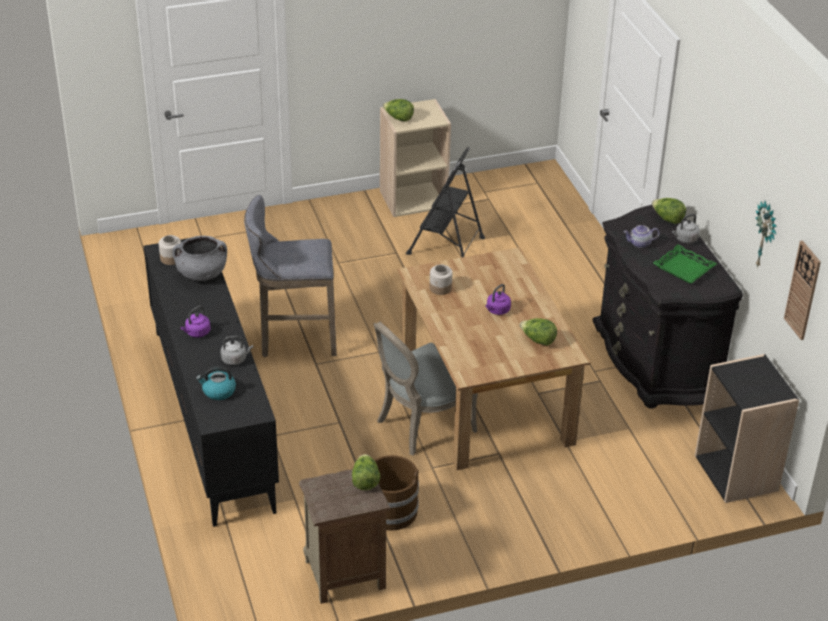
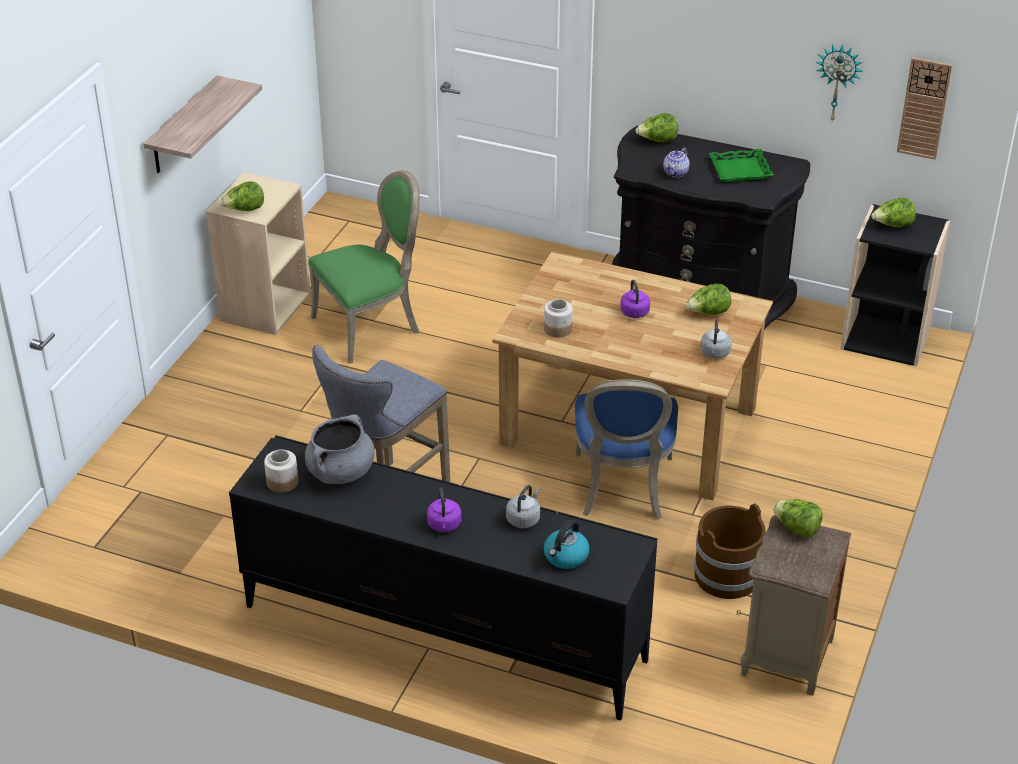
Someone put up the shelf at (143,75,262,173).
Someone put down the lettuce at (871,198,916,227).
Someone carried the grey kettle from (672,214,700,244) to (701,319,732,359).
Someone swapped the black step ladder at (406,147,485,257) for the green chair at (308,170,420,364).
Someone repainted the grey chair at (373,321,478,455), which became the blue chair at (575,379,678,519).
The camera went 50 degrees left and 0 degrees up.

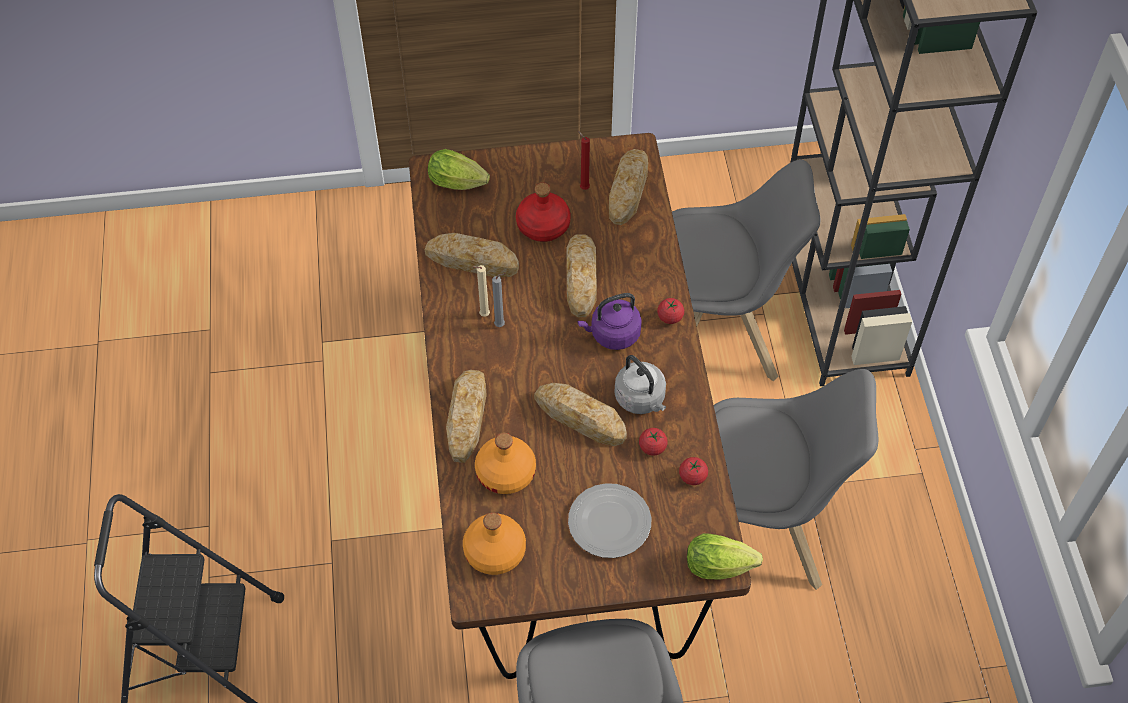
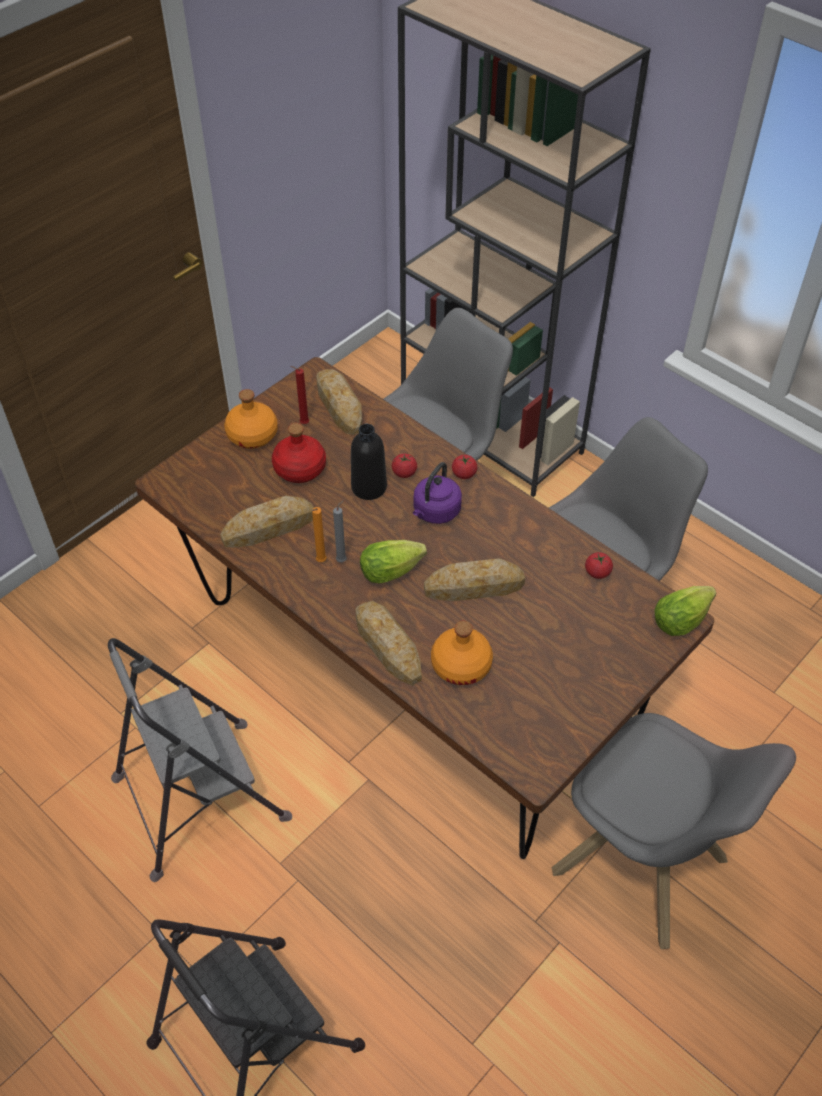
Someone took away the plate at (568,483,651,558).
Someone took away the grey kettle at (614,355,666,414).
Someone put down the grey step ladder at (108,638,292,882).
Someone carried the lettuce from (428,149,490,190) to (360,540,427,584).
Someone carried the orange bottle from (463,513,526,575) to (224,389,278,449).
Someone carried the tomato from (639,428,668,455) to (392,453,417,478).
Someone swapped the bread at (567,234,597,317) for the black bottle at (351,424,387,500).
Someone repainted the beige candle at (473,265,490,317), which became the orange candle at (312,507,327,562).
The camera went 40 degrees left and 5 degrees down.

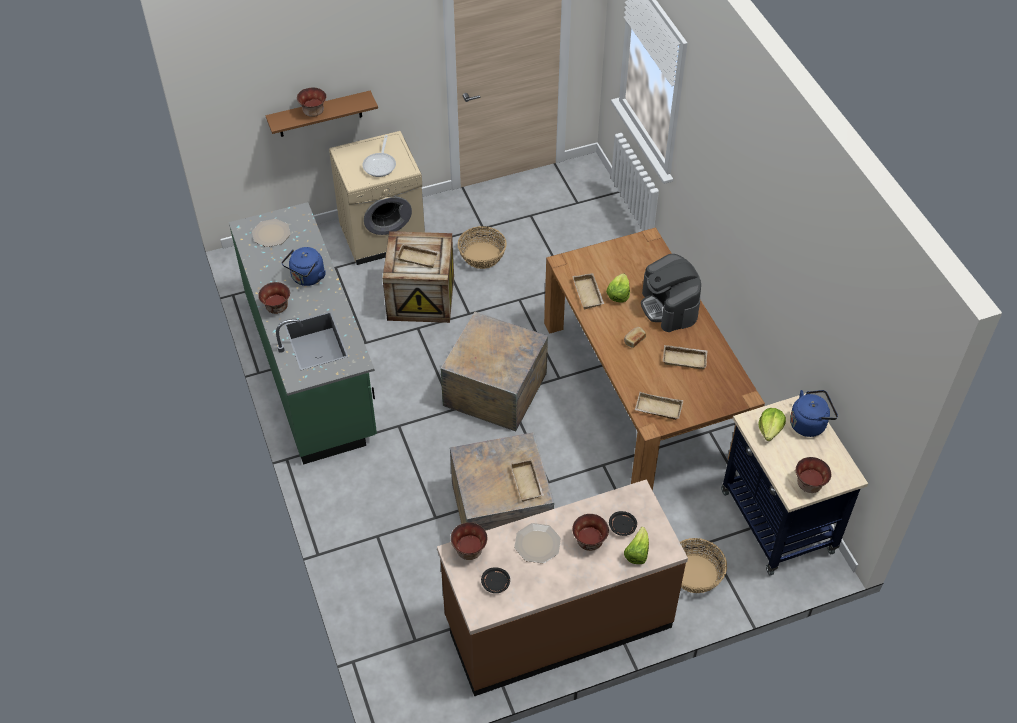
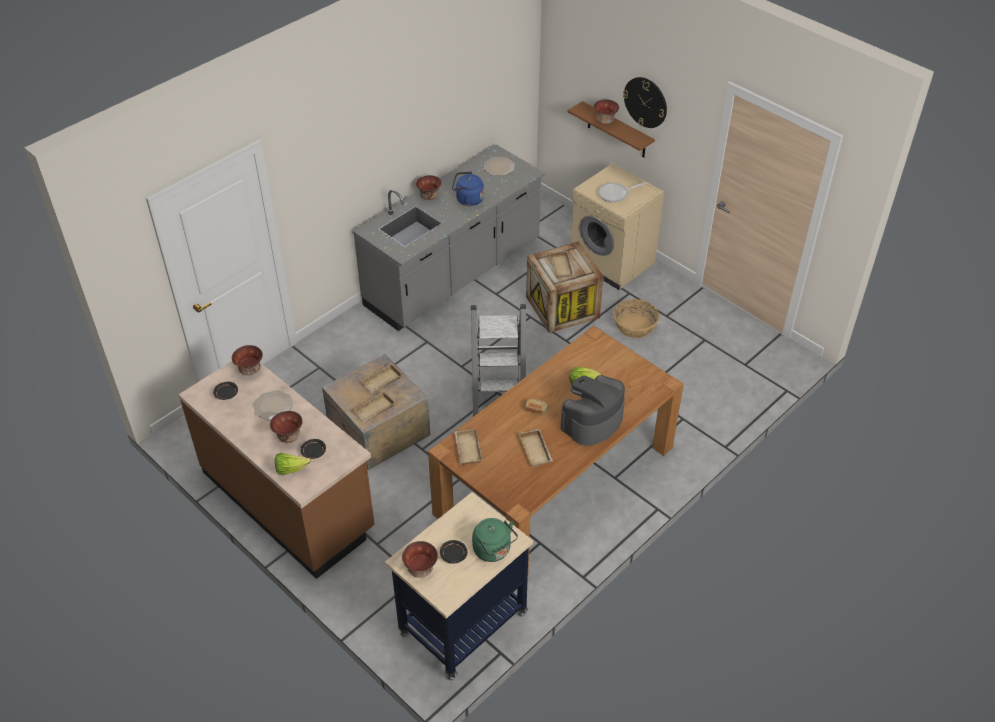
Someone took away the basket at (680,538,727,593).
Someone took away the lettuce at (758,408,786,441).
Someone put down the black plate at (440,540,468,564).
Someone put up the wall clock at (623,77,667,128).
Someone carried the beige tray from (572,273,604,309) to (360,363,403,393).
Someone swapped the crate at (440,311,548,431) for the grey step ladder at (471,304,526,417).
Someone repainted the green counter at (229,202,377,465), which became the grey counter at (352,145,545,331).
Someone repainted the blue kettle at (790,390,838,437), which became the green kettle at (472,518,518,562).
The camera went 65 degrees right and 5 degrees down.

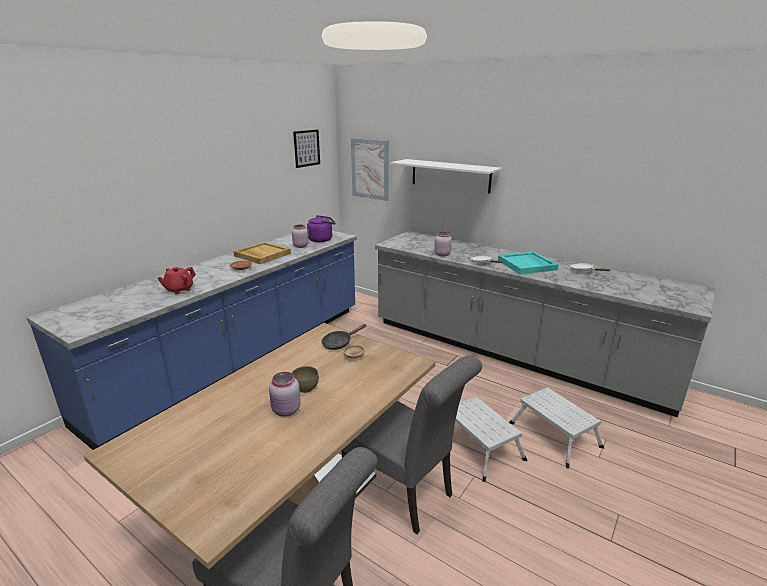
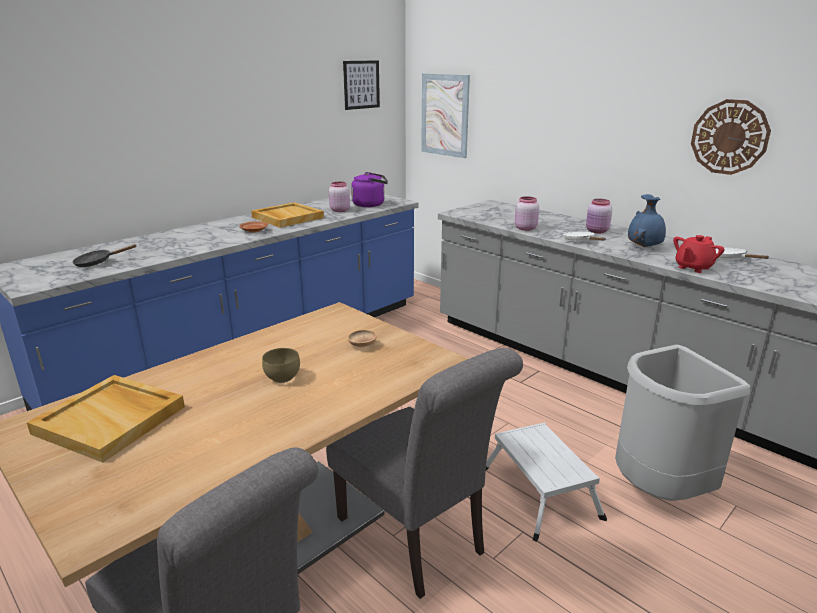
Someone took away the white shelf at (390,159,502,193).
Someone put down the beige tray at (27,375,185,463).
Someone put up the wall clock at (691,99,771,175).
Someone carried the red teapot from (157,267,196,294) to (673,235,725,273).
Someone carried the pink jar from (269,372,301,417) to (586,199,612,233).
Someone carried the black frying pan from (321,324,366,350) to (72,244,136,267).
Someone swapped the turquoise tray at (498,252,559,275) for the blue vase at (628,194,666,247).
Someone swapped the white step ladder at (509,387,604,469) for the grey trash can at (615,345,750,501).
The camera went 10 degrees right and 0 degrees up.

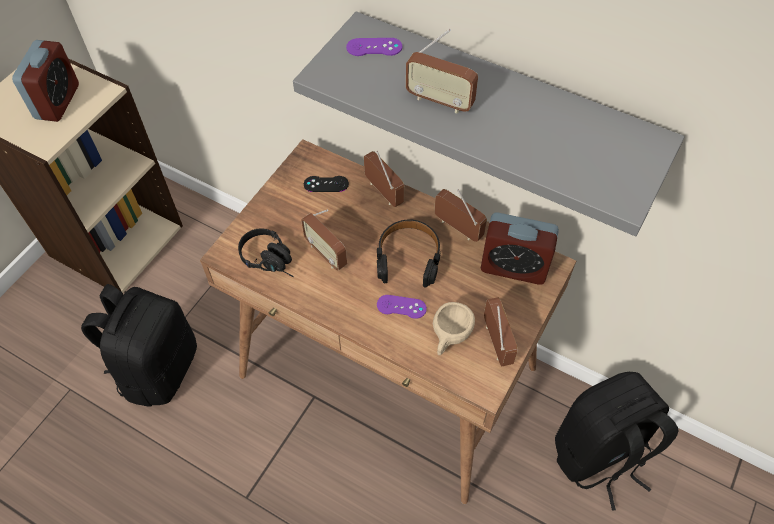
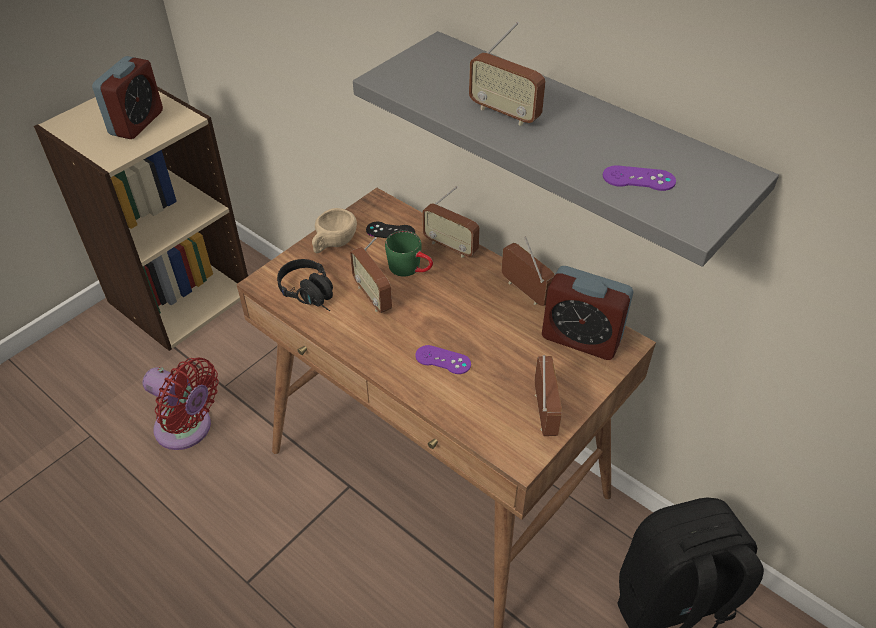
Someone took away the black headphones at (377,219,441,288).
Someone put down the green mug at (385,231,433,277).
Someone carried the purple game controller from (346,38,402,56) to (603,165,676,191).
Someone carried the beige cup from (433,302,475,355) to (312,208,357,253).
Someone swapped the black backpack at (81,284,197,407) for the red fan at (142,358,219,450).
Someone rotated the radio at (364,151,405,207) by 150 degrees clockwise.
The camera went 10 degrees right and 10 degrees down.

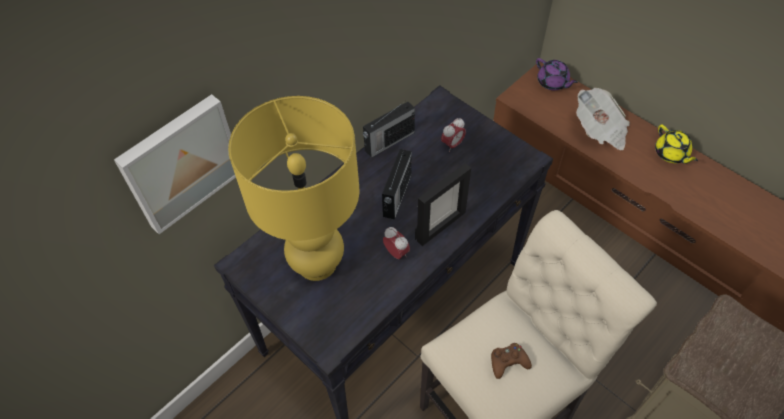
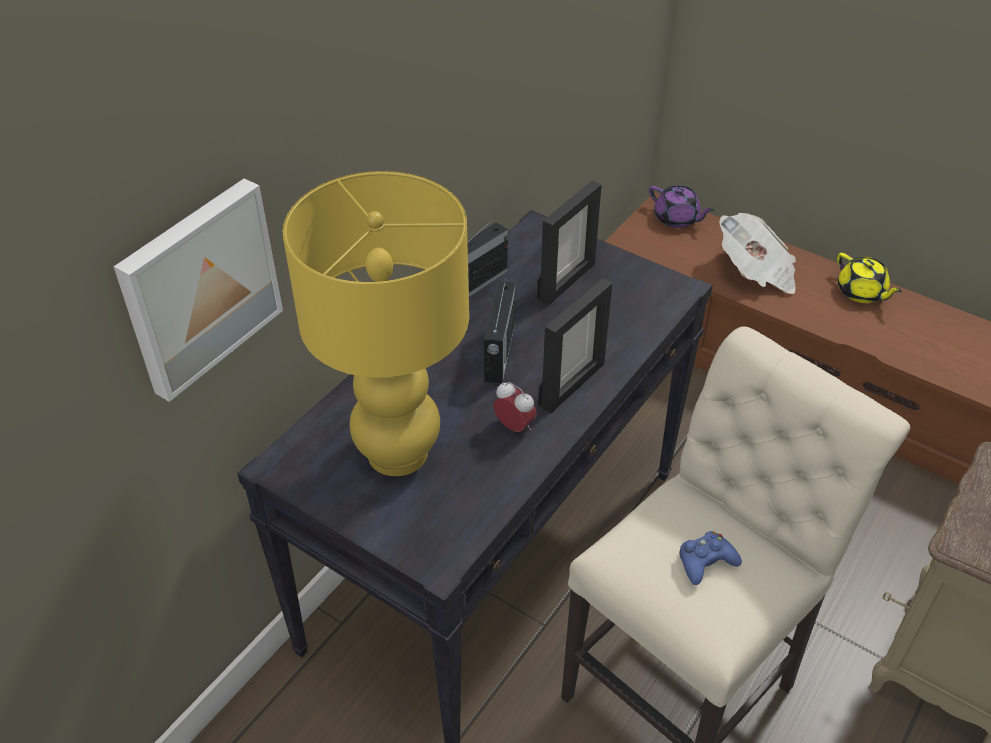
Someone swapped the alarm clock at (441,118,466,152) for the picture frame at (537,180,602,306).
Someone repainted the brown game controller at (491,343,532,379), which became the blue game controller at (679,531,742,585).
The camera went 10 degrees left and 10 degrees down.

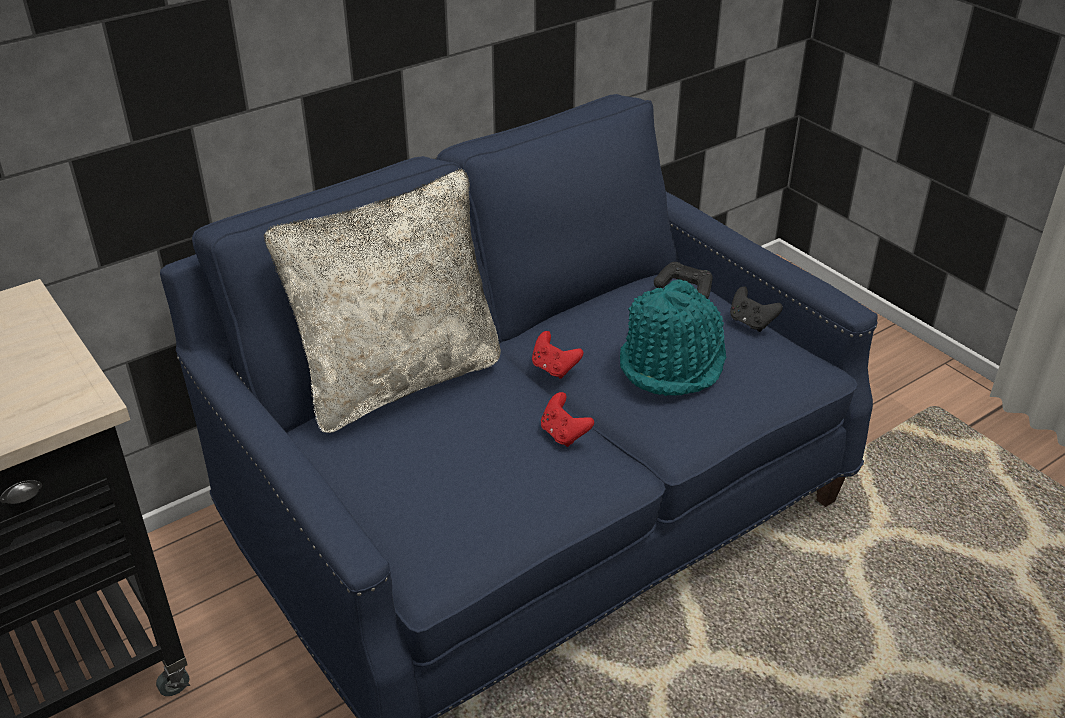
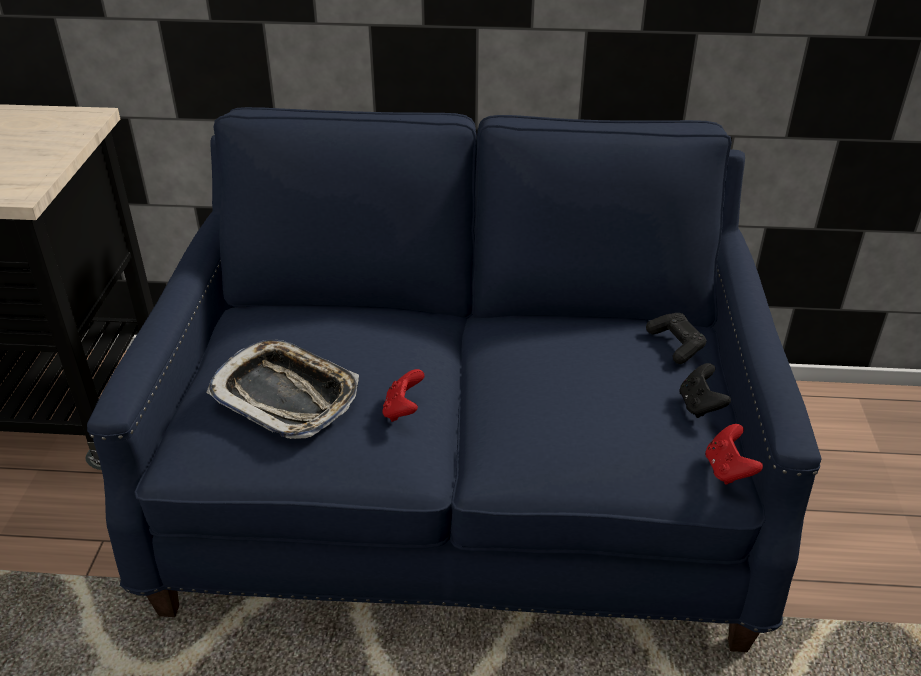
Someone took away the beige pillow at (264,168,501,433).
Someone took away the turquoise hat at (620,279,726,396).
Someone put down the tray at (207,340,359,439).
Someone carried the red game controller from (532,331,583,379) to (705,424,763,484).
The camera went 40 degrees right and 0 degrees up.

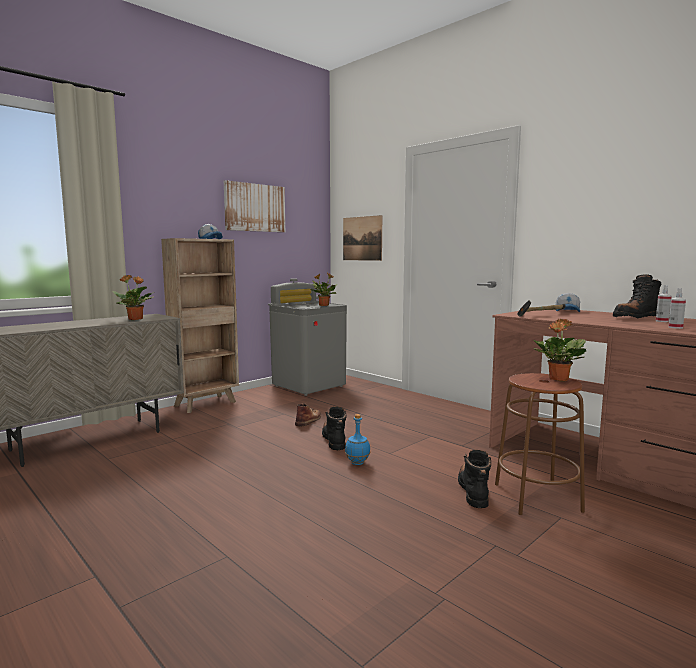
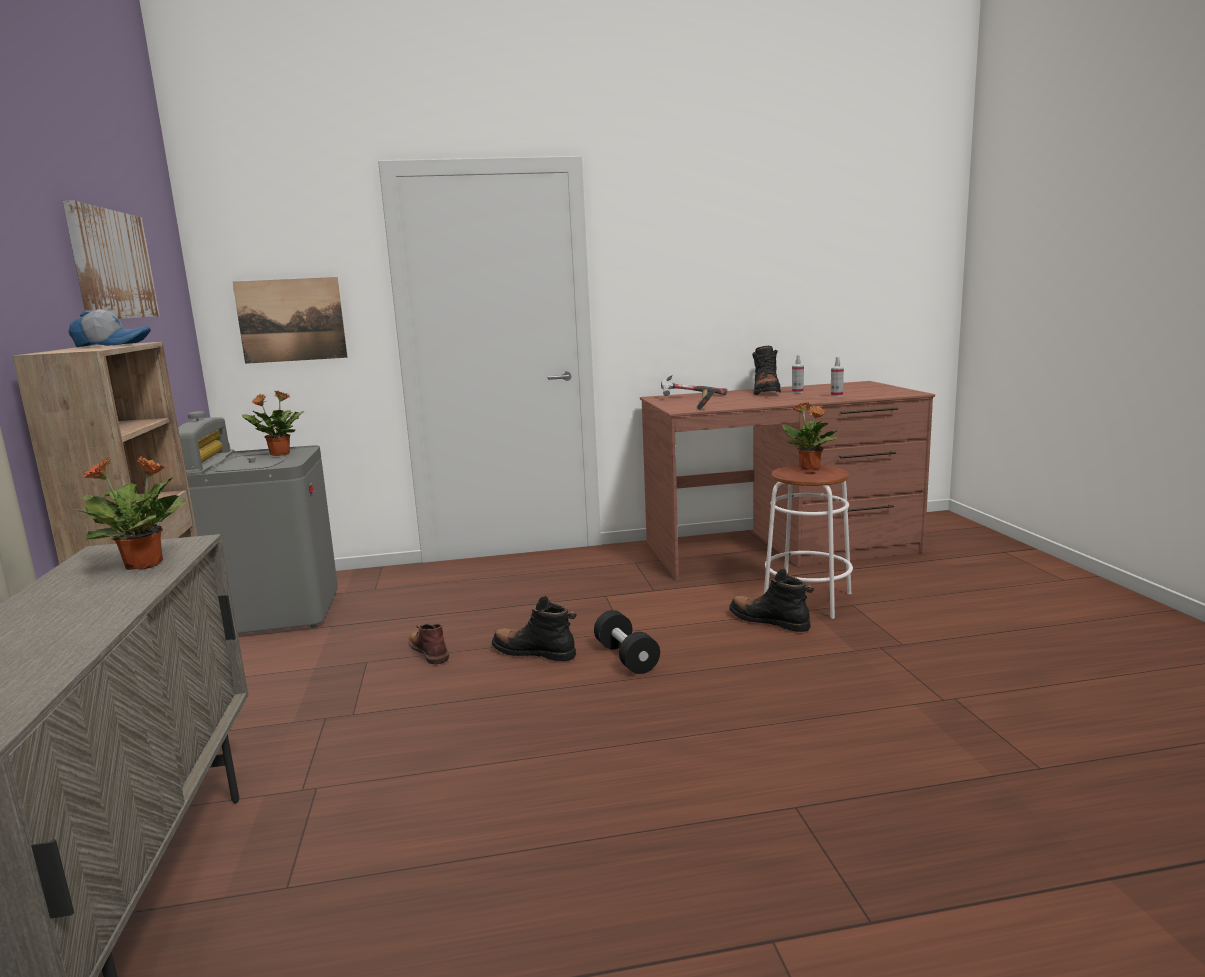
Someone swapped the blue bottle at (345,414,370,465) for the black dumbbell at (594,610,660,674).
Someone swapped the cap at (556,293,580,312) for the hammer at (661,375,727,396).
Someone repainted the brown stool at (495,373,585,515), which became the white stool at (764,465,853,619).
The camera went 55 degrees left and 5 degrees up.

